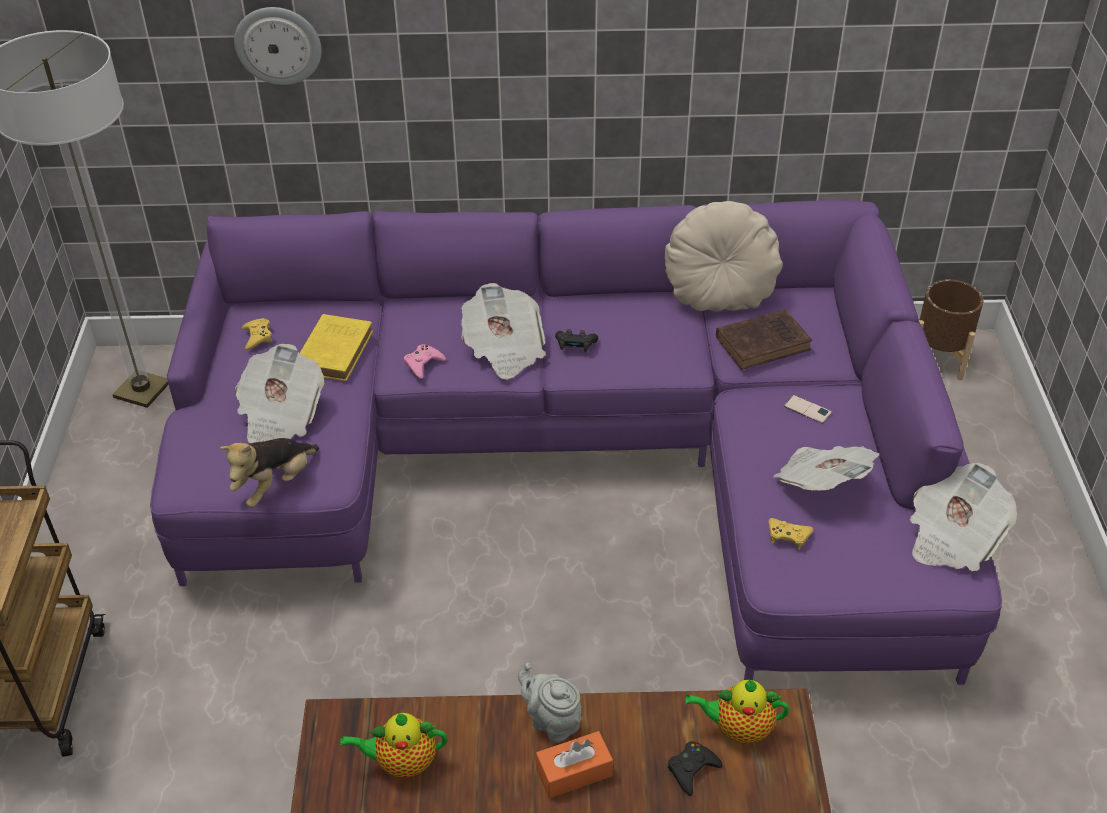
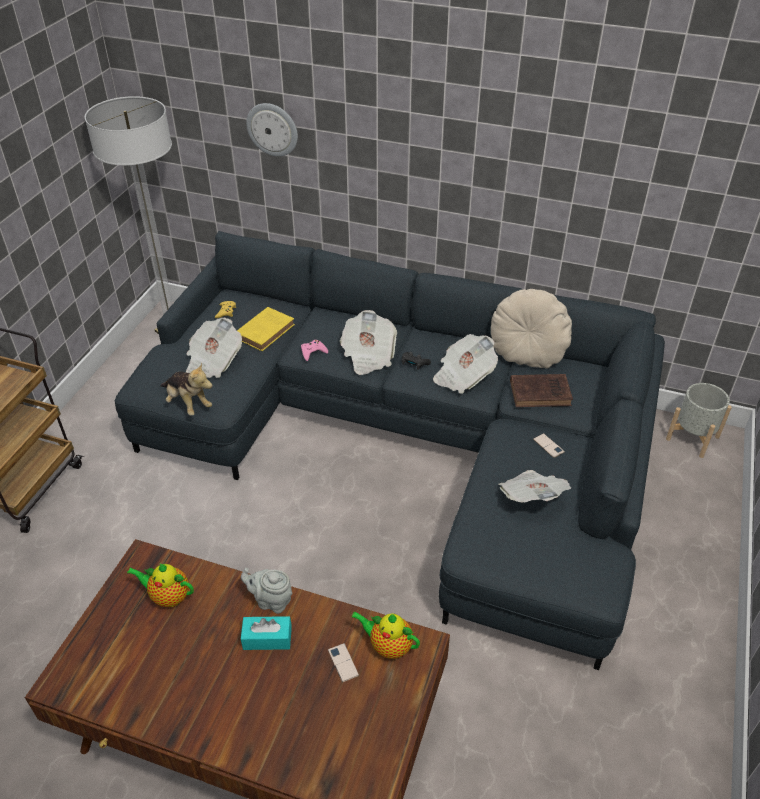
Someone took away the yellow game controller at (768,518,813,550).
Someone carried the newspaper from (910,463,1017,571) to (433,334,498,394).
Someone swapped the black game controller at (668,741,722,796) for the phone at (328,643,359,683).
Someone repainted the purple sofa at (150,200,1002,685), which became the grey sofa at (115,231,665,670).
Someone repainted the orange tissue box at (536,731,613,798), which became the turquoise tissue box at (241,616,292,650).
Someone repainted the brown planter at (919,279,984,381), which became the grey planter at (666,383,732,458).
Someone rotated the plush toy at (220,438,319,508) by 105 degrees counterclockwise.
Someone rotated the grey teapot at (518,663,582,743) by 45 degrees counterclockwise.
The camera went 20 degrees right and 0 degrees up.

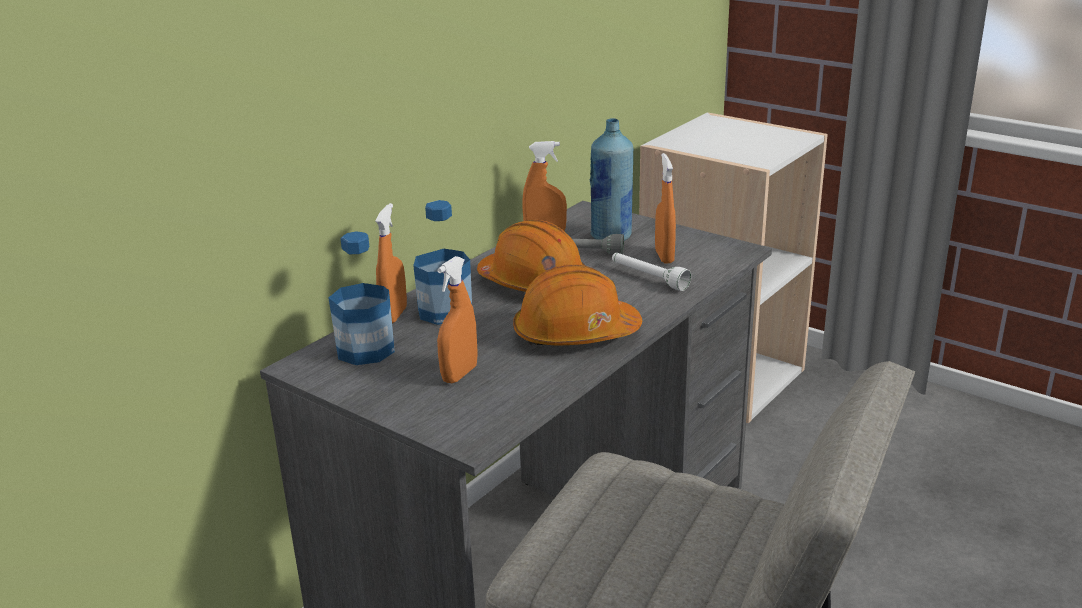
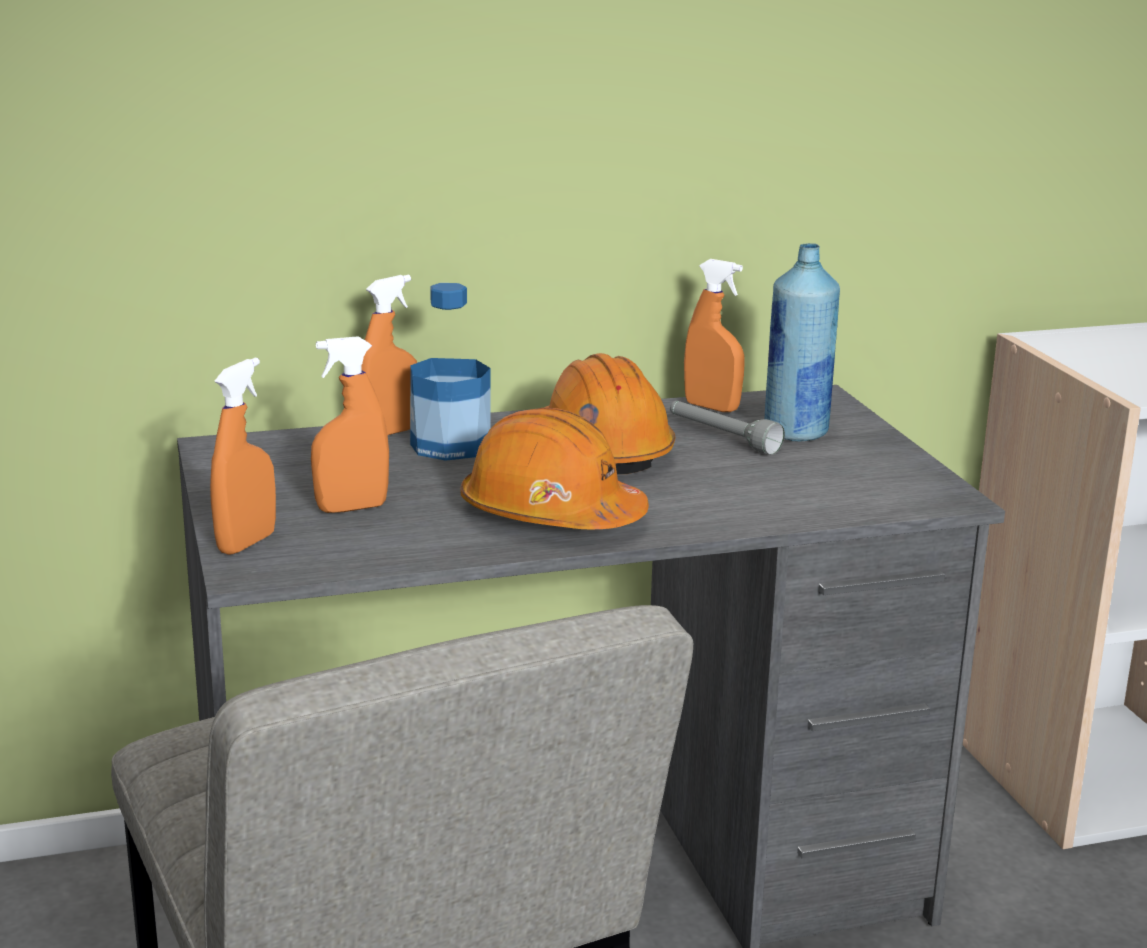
Someone took away the bottle at (328,231,395,365).
Someone took away the white flashlight at (612,253,691,291).
Someone carried the orange spray bottle from (655,153,676,264) to (210,358,276,555).
The camera went 35 degrees right and 5 degrees down.

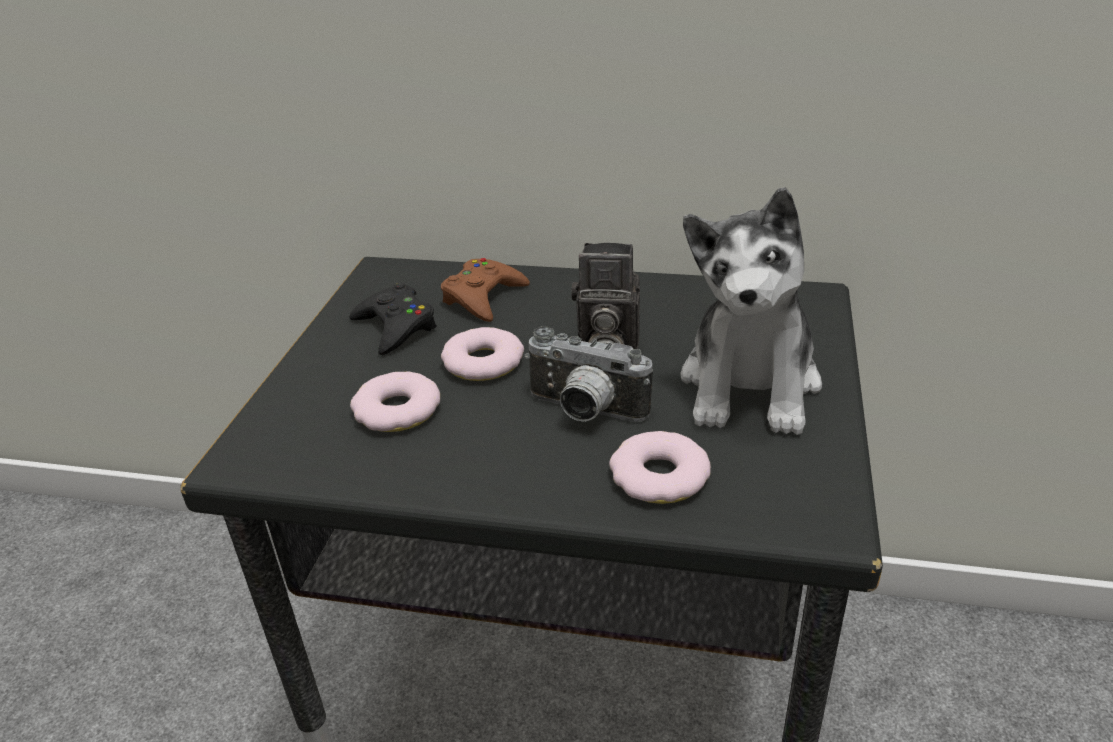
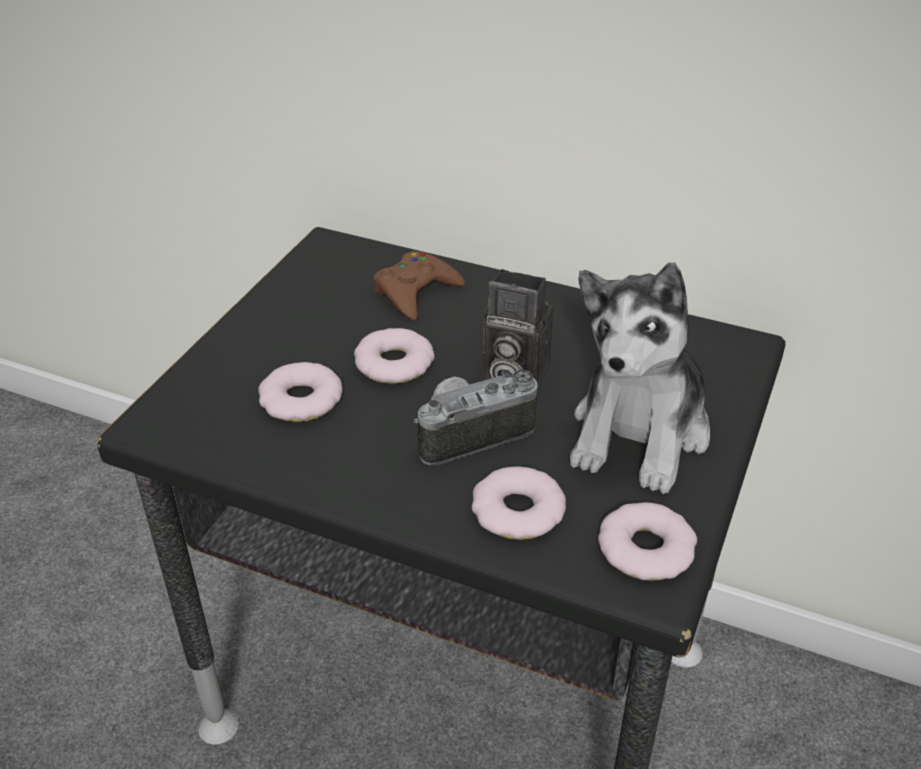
Someone took away the black game controller at (349,283,437,355).
Someone put down the donut at (598,502,697,581).
Someone rotated the photo camera at (525,327,653,422) by 120 degrees clockwise.
The camera went 10 degrees right and 5 degrees up.

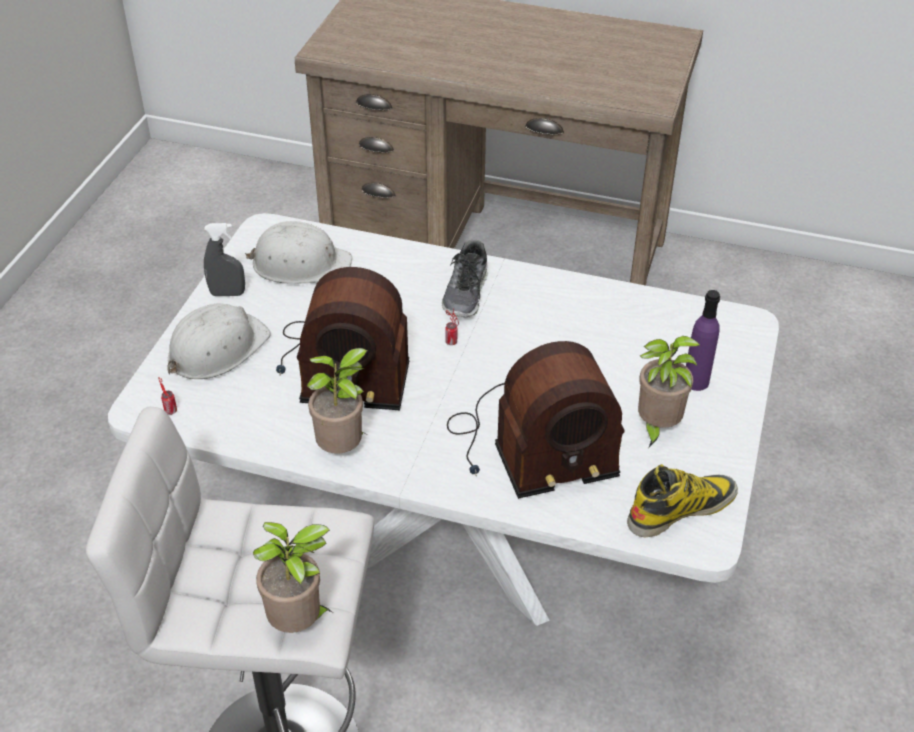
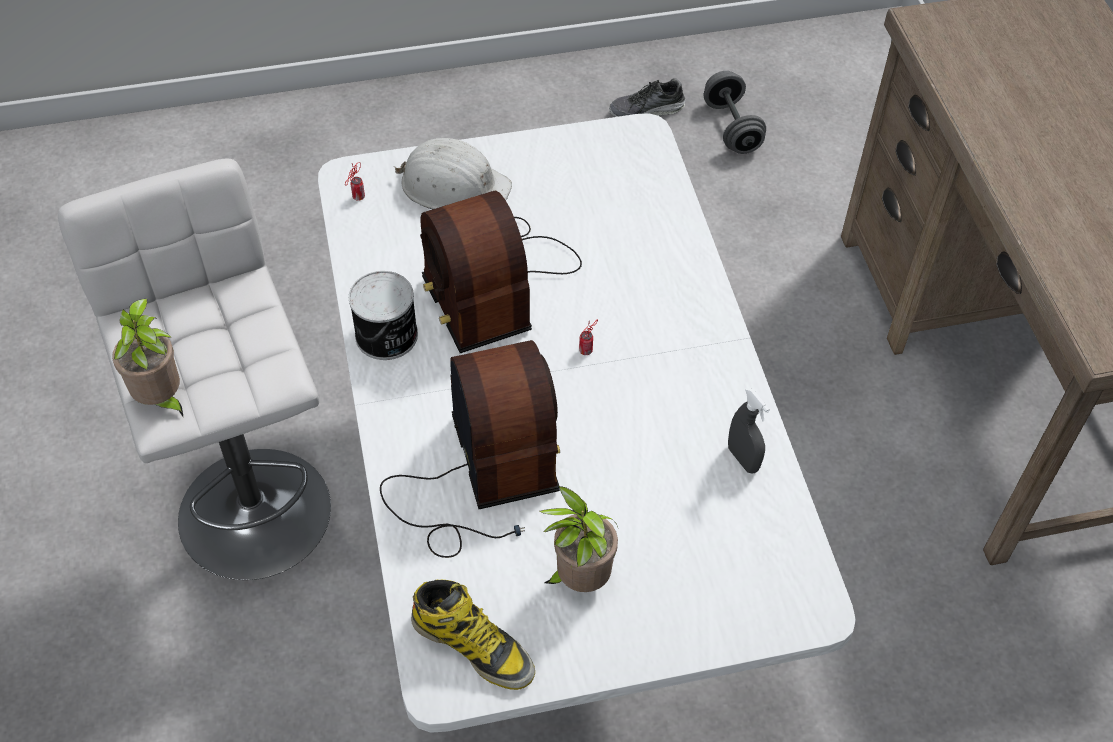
Someone took away the white hard hat at (245,221,352,284).
Someone took away the purple bottle at (686,290,720,391).
Someone put down the grey dumbbell at (704,71,766,154).
Someone carried the grey spray bottle from (204,223,245,296) to (728,387,770,474).
Someone carried the shoe from (442,240,488,318) to (609,78,686,117).
Someone swapped the potted plant at (307,348,367,454) for the can at (349,271,418,360).
Someone rotated the radio at (447,341,625,499) by 150 degrees counterclockwise.
The camera went 60 degrees right and 10 degrees up.

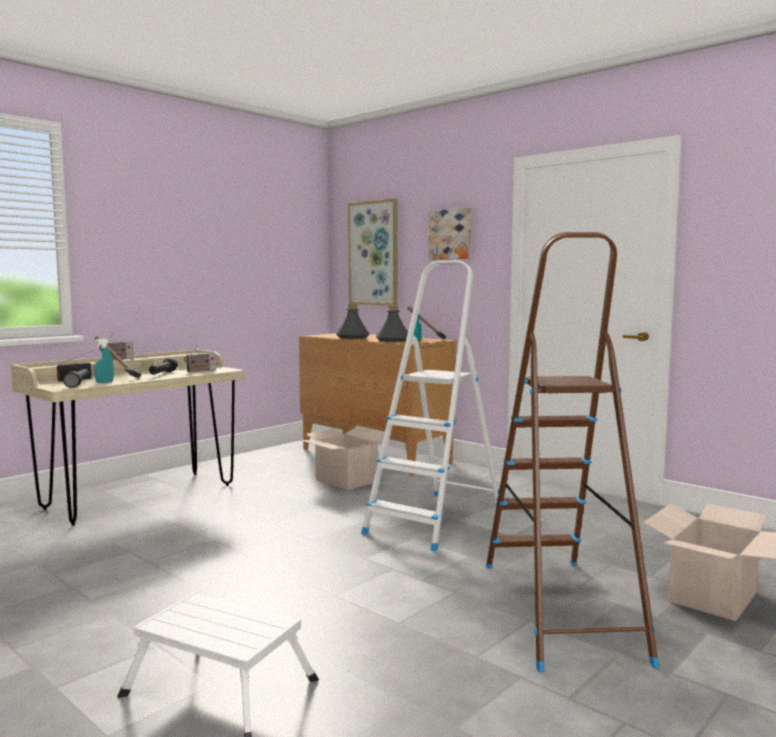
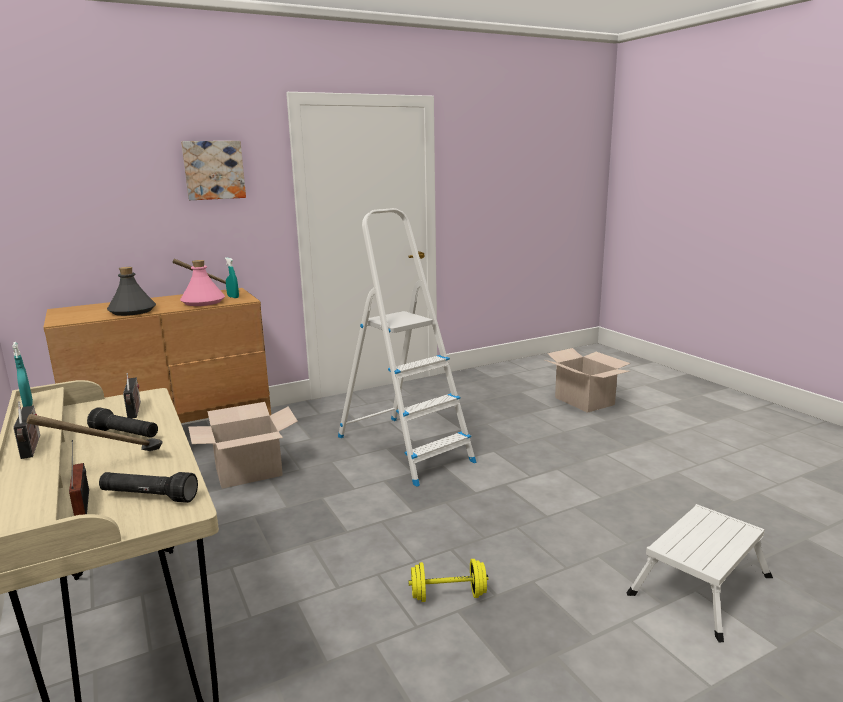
Someone took away the picture at (348,198,398,305).
Someone took away the brown step ladder at (486,232,659,672).
Someone put down the yellow dumbbell at (408,559,488,602).
Someone carried the turquoise spray bottle from (94,339,114,383) to (12,342,33,407).
Someone repainted the grey bottle at (375,305,408,342), which became the pink bottle at (180,260,225,306).
The camera went 70 degrees left and 10 degrees up.

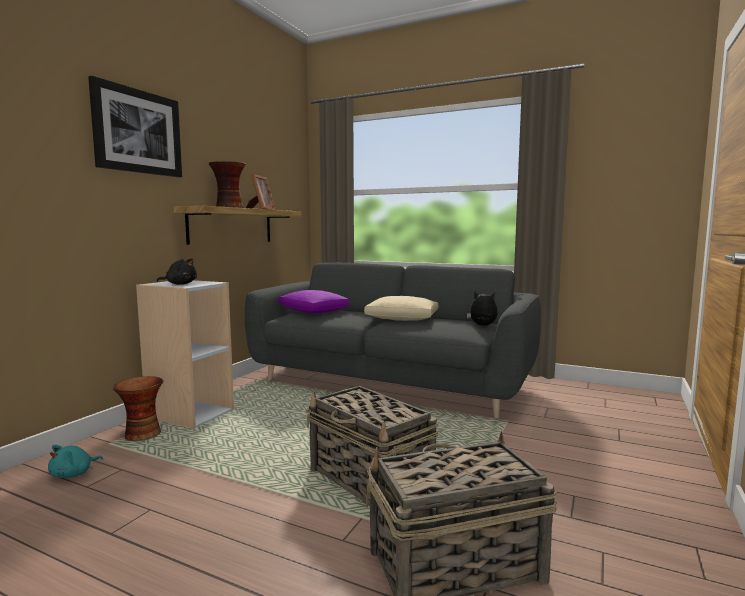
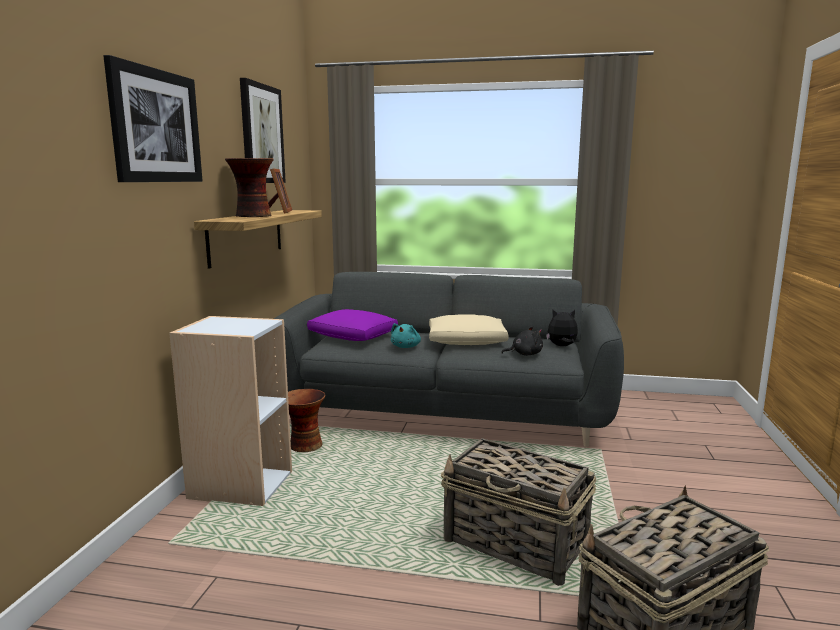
Someone put up the picture at (240,78,286,183).
Someone carried the turquoise plush toy from (48,445,103,478) to (391,323,421,348).
Someone carried the vase from (113,376,163,441) to (288,389,326,452).
Someone carried the black plush toy from (157,258,197,285) to (501,326,543,356).
The camera went 15 degrees left and 5 degrees up.

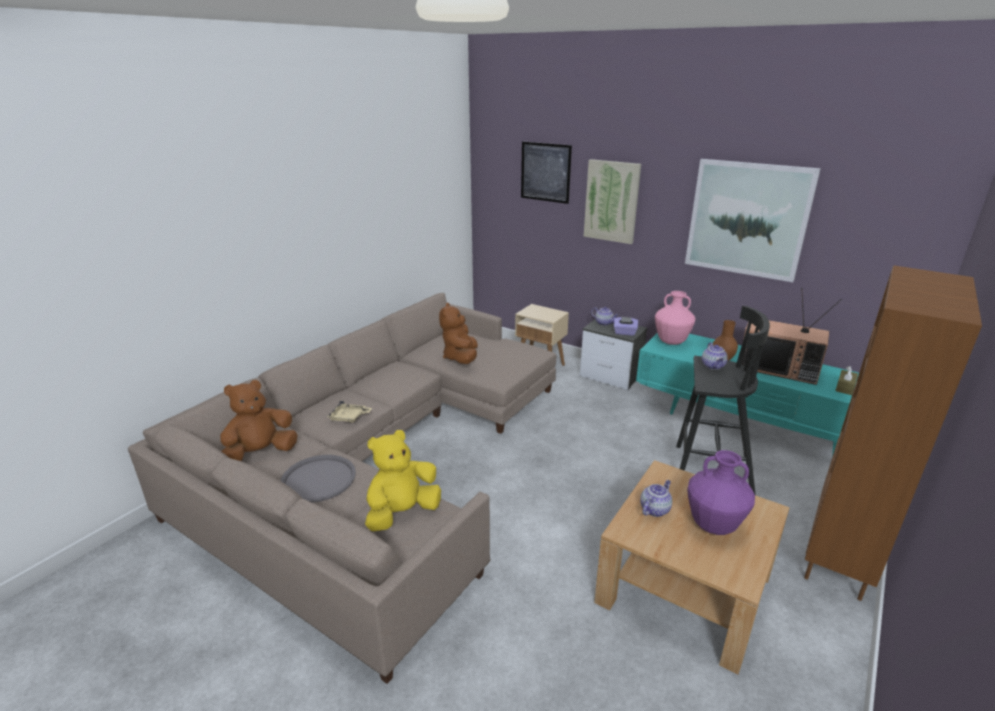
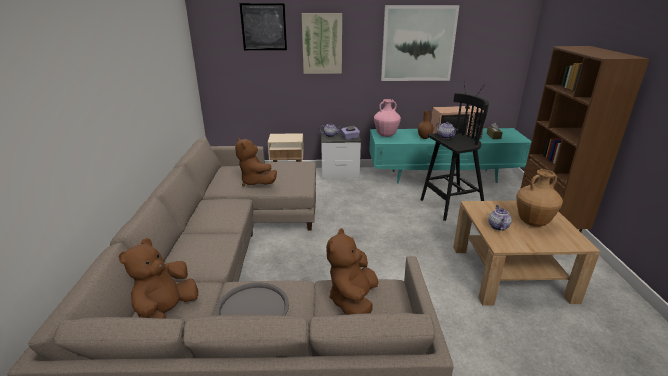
Someone took away the beige tray at (327,401,372,423).
Someone repainted the yellow plush toy at (365,430,441,531), which became the brown plush toy at (326,228,379,315).
Someone repainted the purple vase at (687,450,755,535), which became the brown vase at (516,169,563,227).
The camera went 35 degrees left and 0 degrees up.

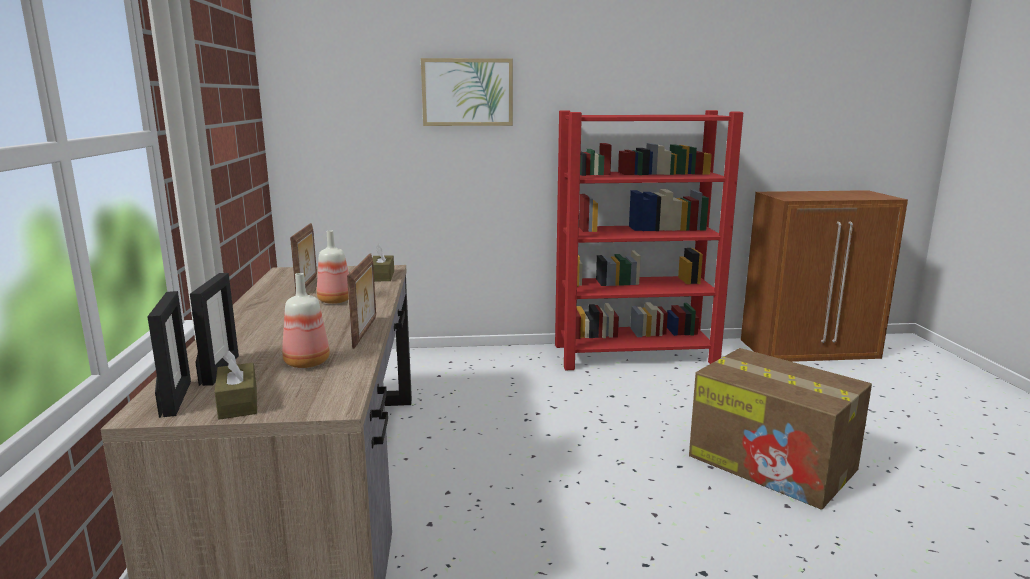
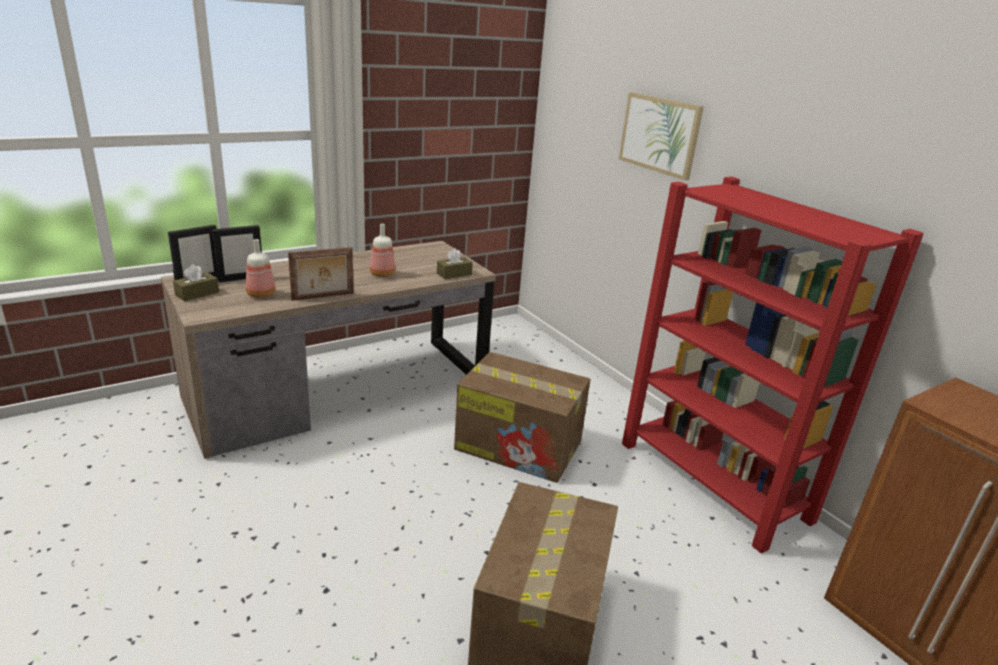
Someone took away the picture frame at (290,223,317,293).
Someone put down the cardboard box at (454,352,590,483).
The camera went 60 degrees right and 10 degrees up.

